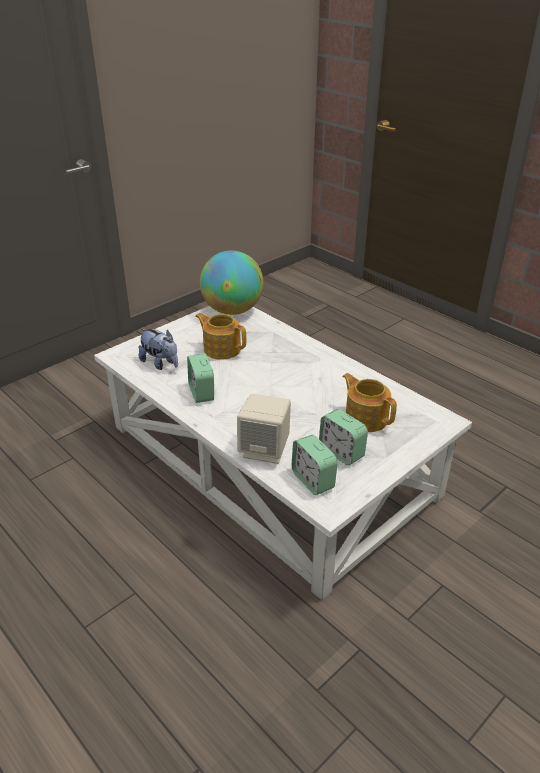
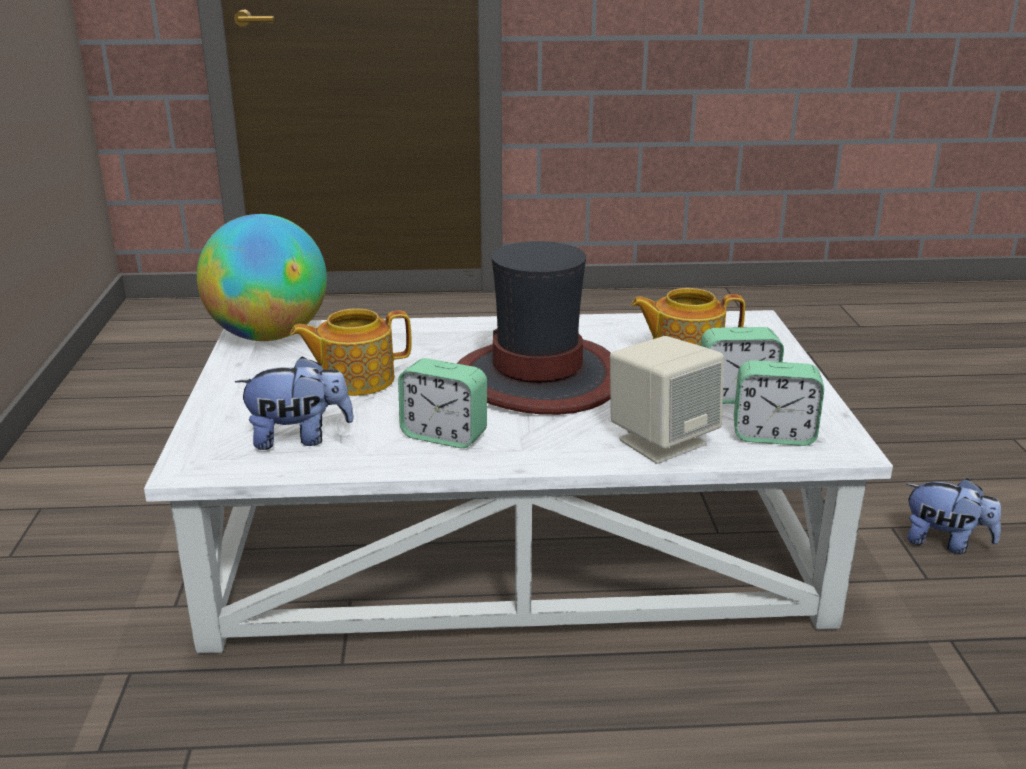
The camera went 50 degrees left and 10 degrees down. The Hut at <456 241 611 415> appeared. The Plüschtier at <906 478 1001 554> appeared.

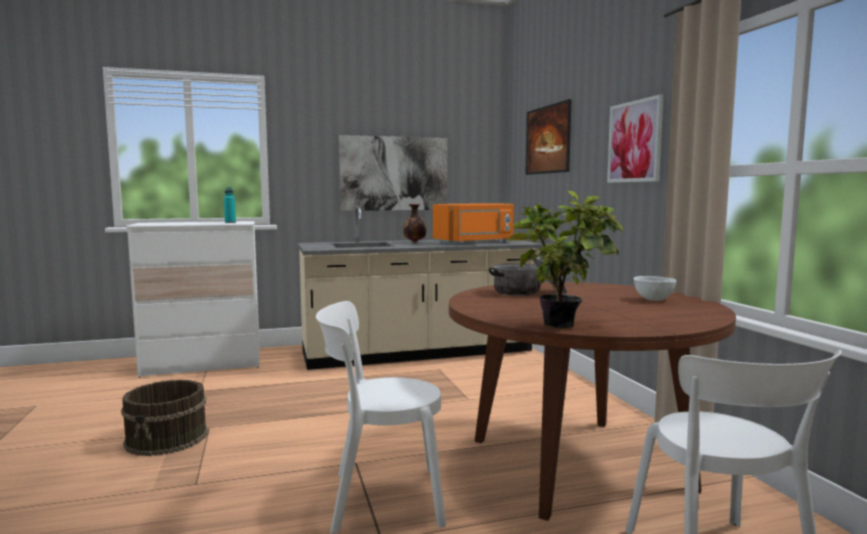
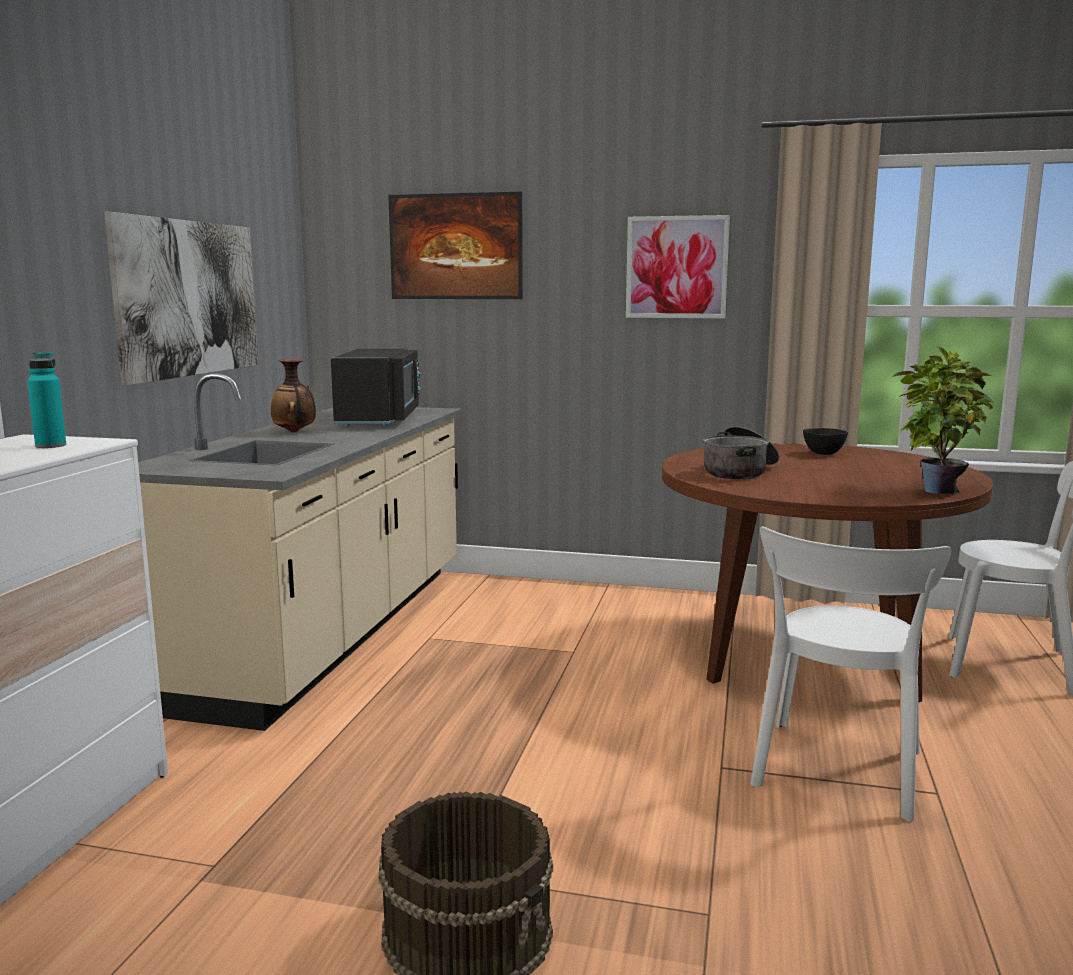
The camera went 60 degrees left and 5 degrees up. The Mikrowelle (orange) at <433 203 514 245> became the Mikrowelle (schwarz) at <331 349 421 426>. The Schüssel (weiß) at <634 276 676 301> became the Schüssel (schwarz) at <803 428 848 455>.

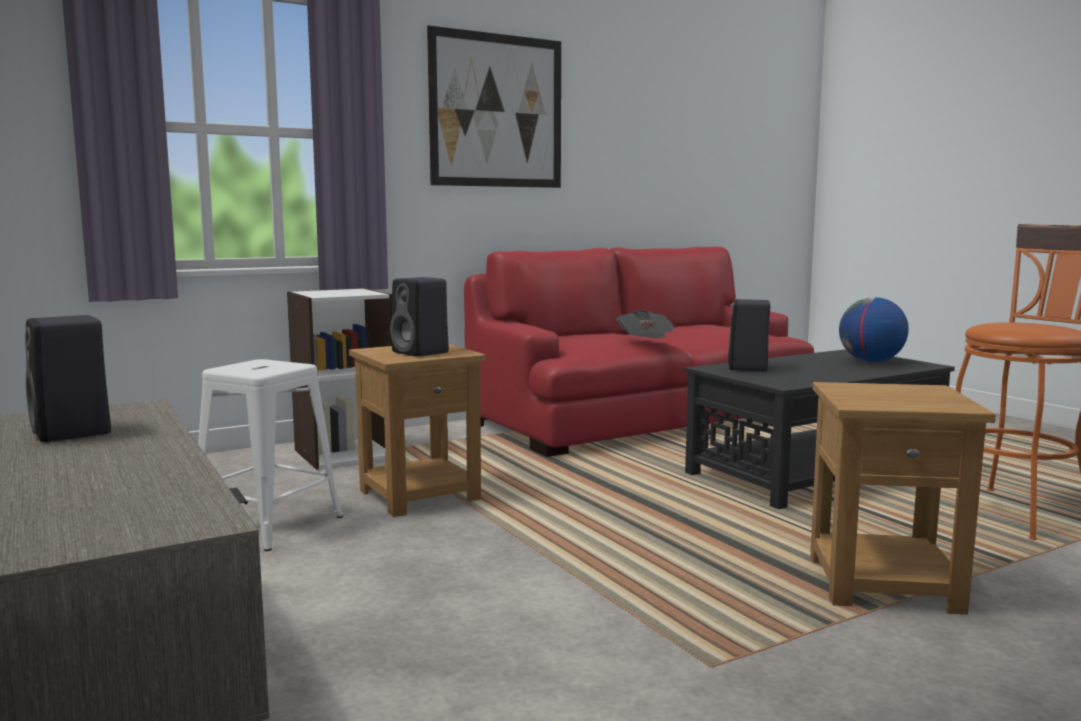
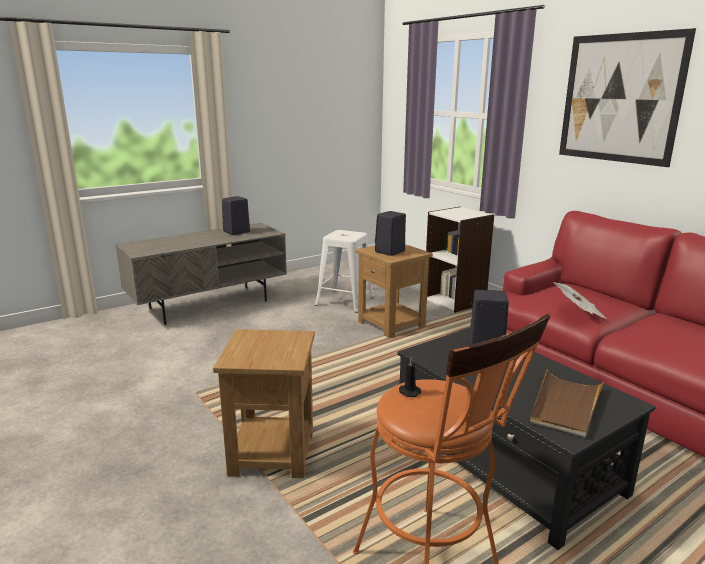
The camera went 85 degrees right and 10 degrees up. The Globus at <839 297 909 362> was replaced by the Tablett (braun) at <530 369 604 438>. The Kerze (schwarz) at <399 357 421 397> appeared.

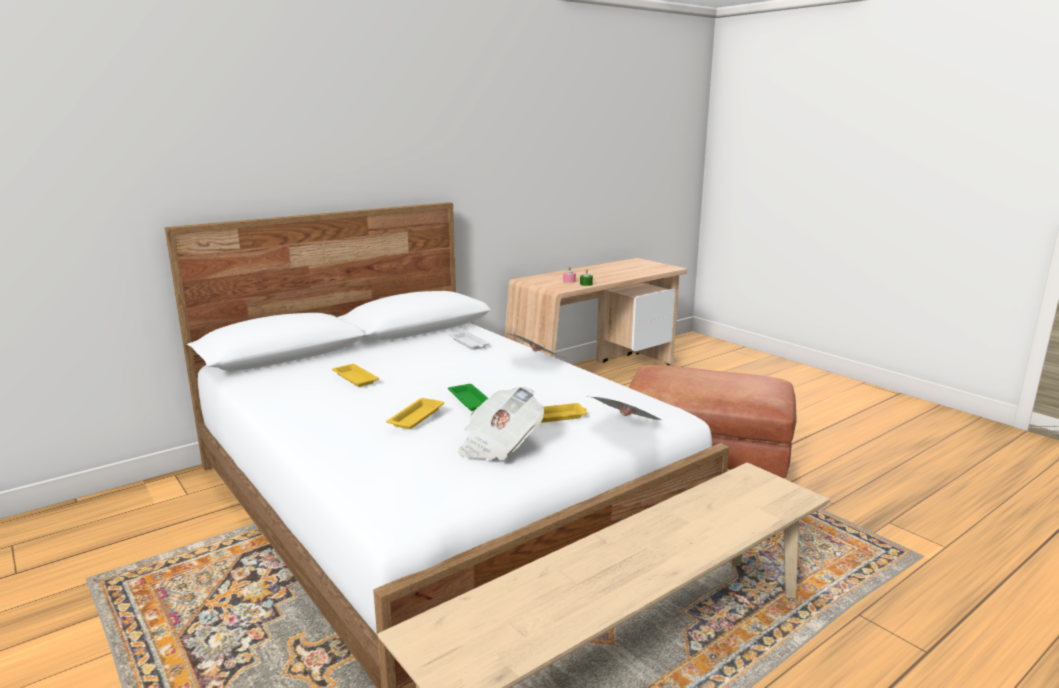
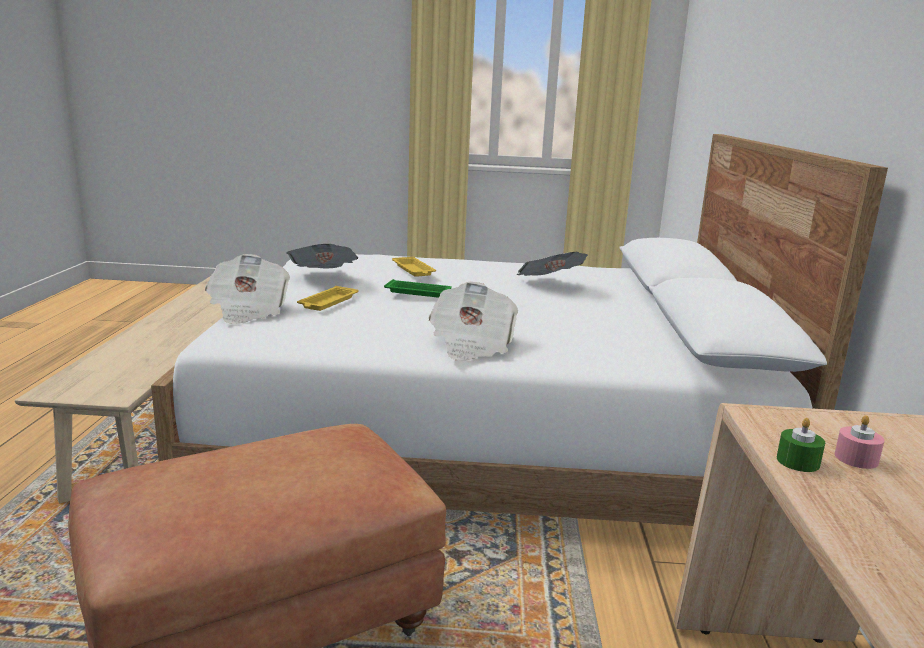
The camera went 130 degrees right and 0 degrees up. The Tablett (gelb) at <332 364 379 387> was replaced by the Zeitung at <517 252 588 276>. The Tablett (weiß) at <449 331 490 350> disappeared.

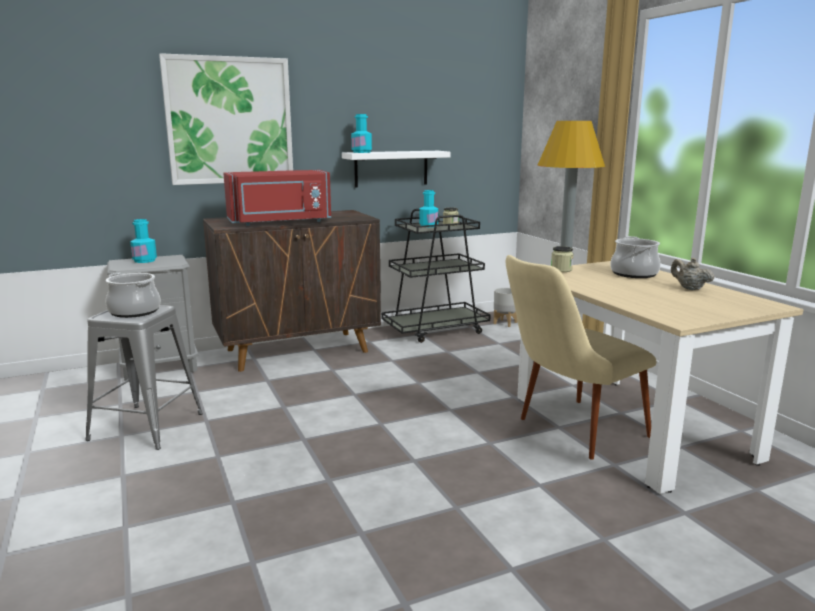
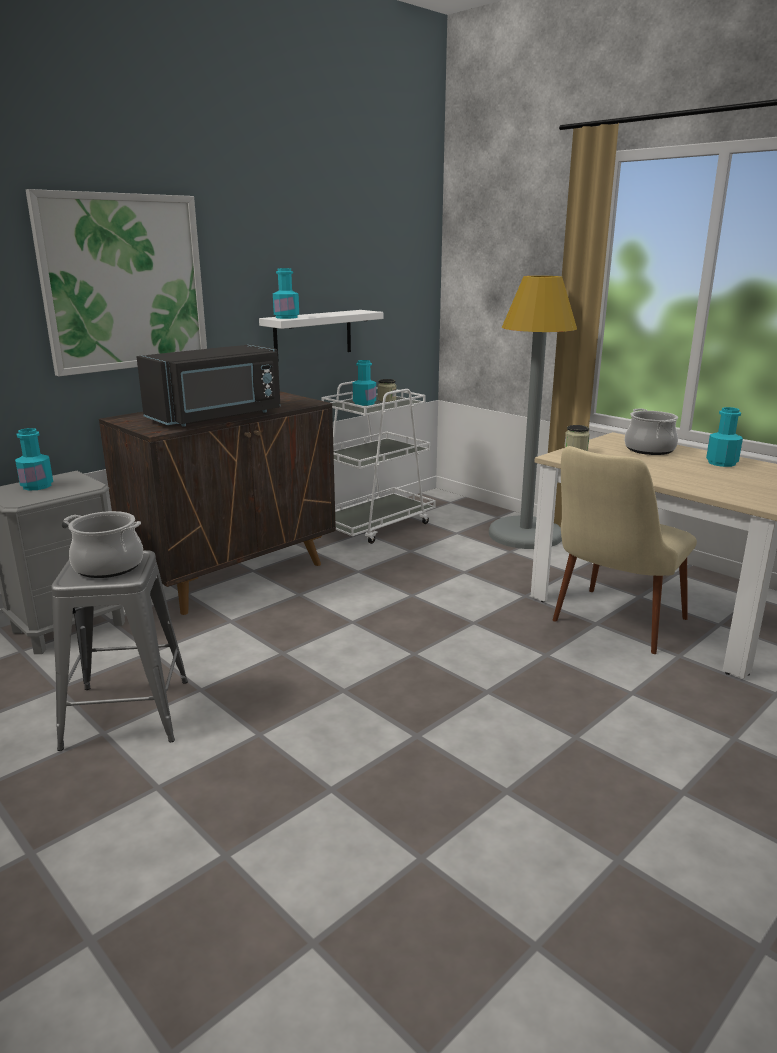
The camera went 20 degrees left and 5 degrees up. The Mikrowelle (rot) at <223 170 331 226> became the Mikrowelle (schwarz) at <137 344 281 427>. The Rollwagen (schwarz) at <381 209 491 343> became the Rollwagen (weiß) at <321 381 436 544>. The Pflanzkübel (grau) at <493 288 517 327> disappeared. The Teekanne (beige) at <671 258 714 290> was replaced by the Flasche (türkis) at <706 407 743 467>.

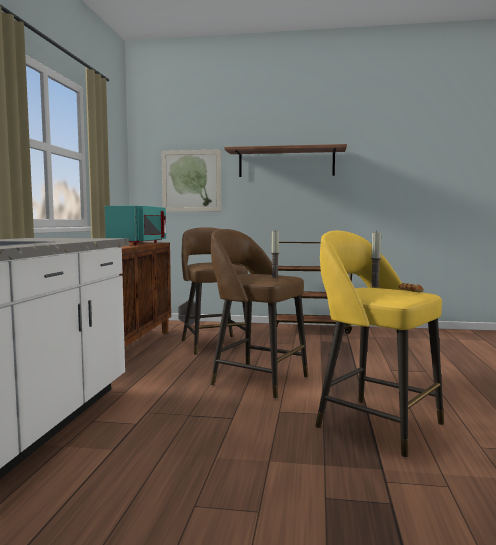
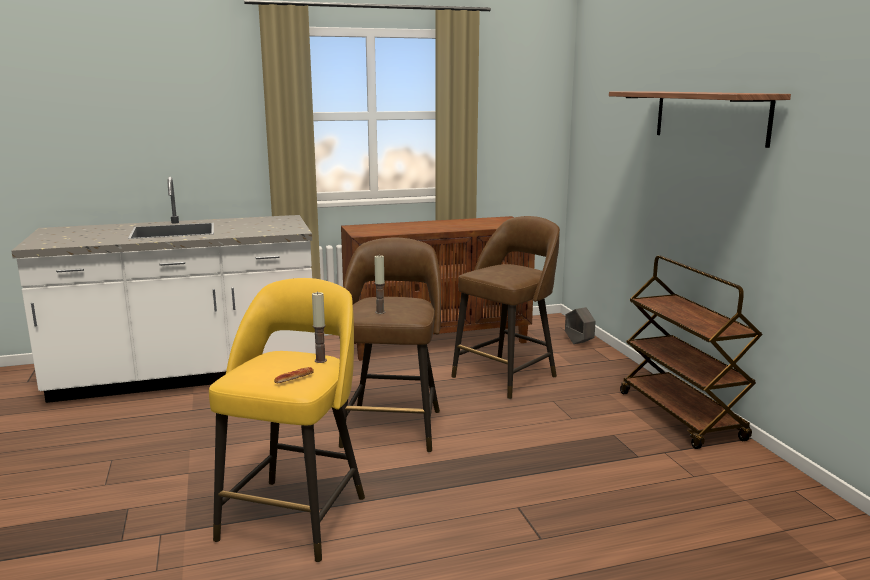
The camera went 65 degrees right and 10 degrees up. The Mikrowelle (türkis) at <105 206 166 245> disappeared. The Bild at <162 149 221 212> disappeared.

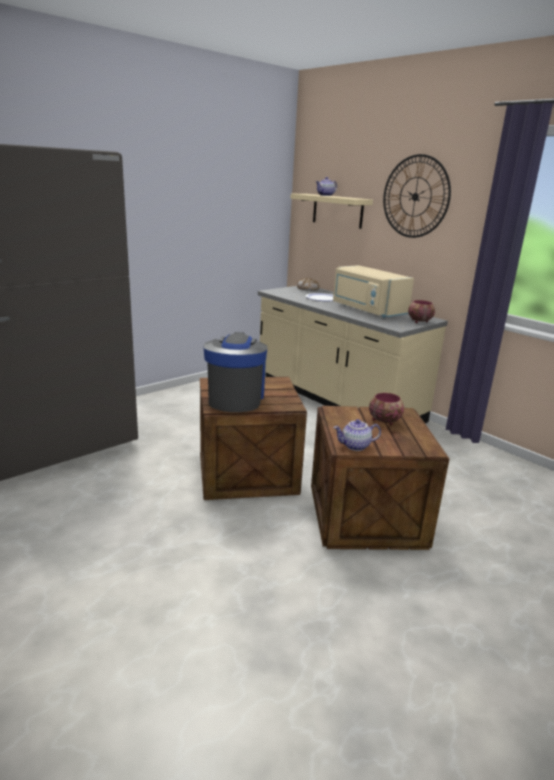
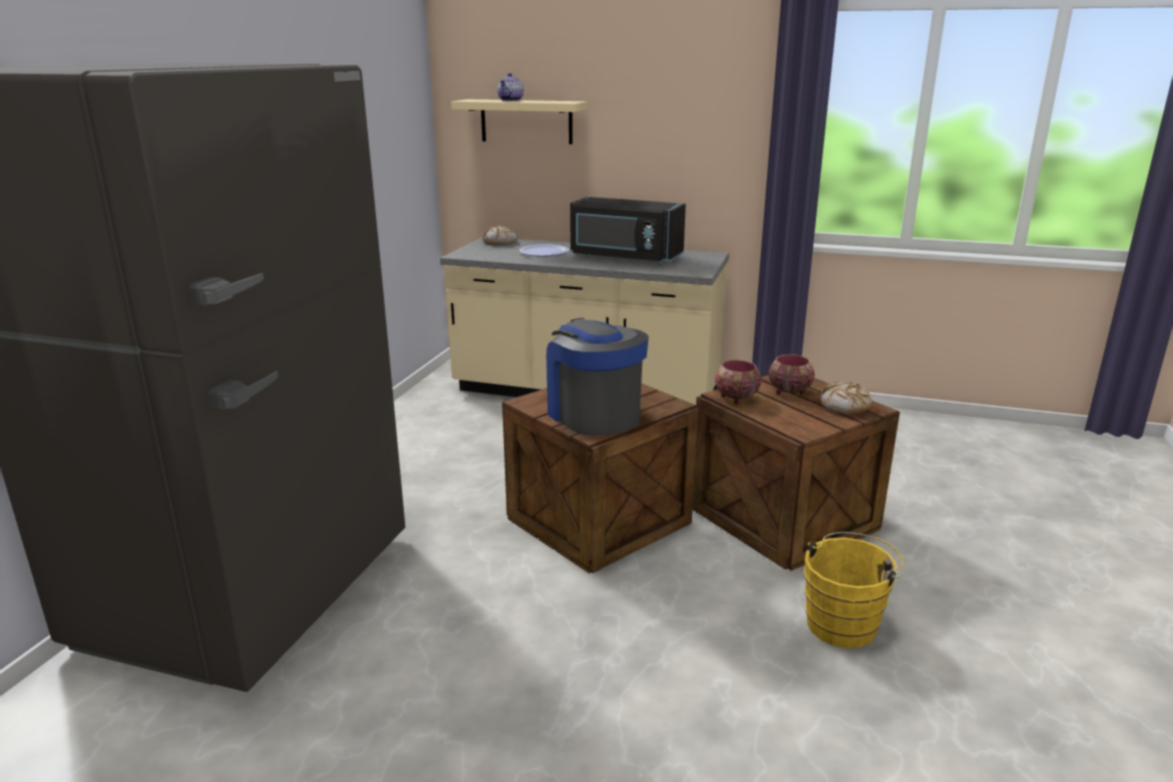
The camera went 30 degrees left and 0 degrees up. The Mikrowelle (beige) at <333 265 414 318> became the Mikrowelle (schwarz) at <570 197 686 264>. The Teekanne at <333 419 381 451> disappeared. The Wanduhr at <383 154 451 238> disappeared. The Schüssel moved from <408 300 435 323> to <715 360 761 404>. The Eimer (gelb) at <804 532 903 648> appeared. The Brot at <821 381 872 414> appeared.

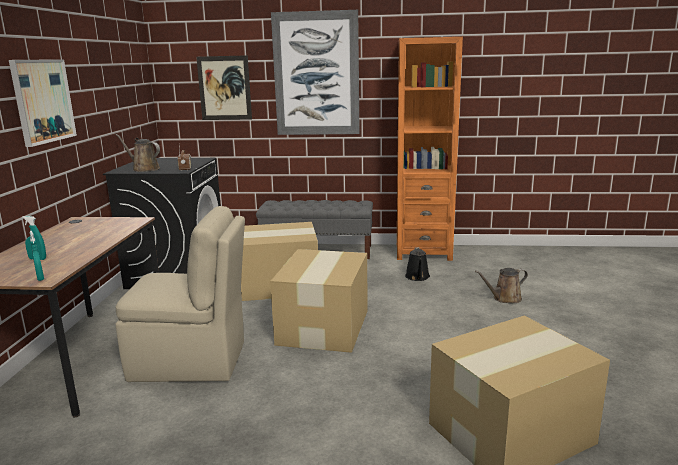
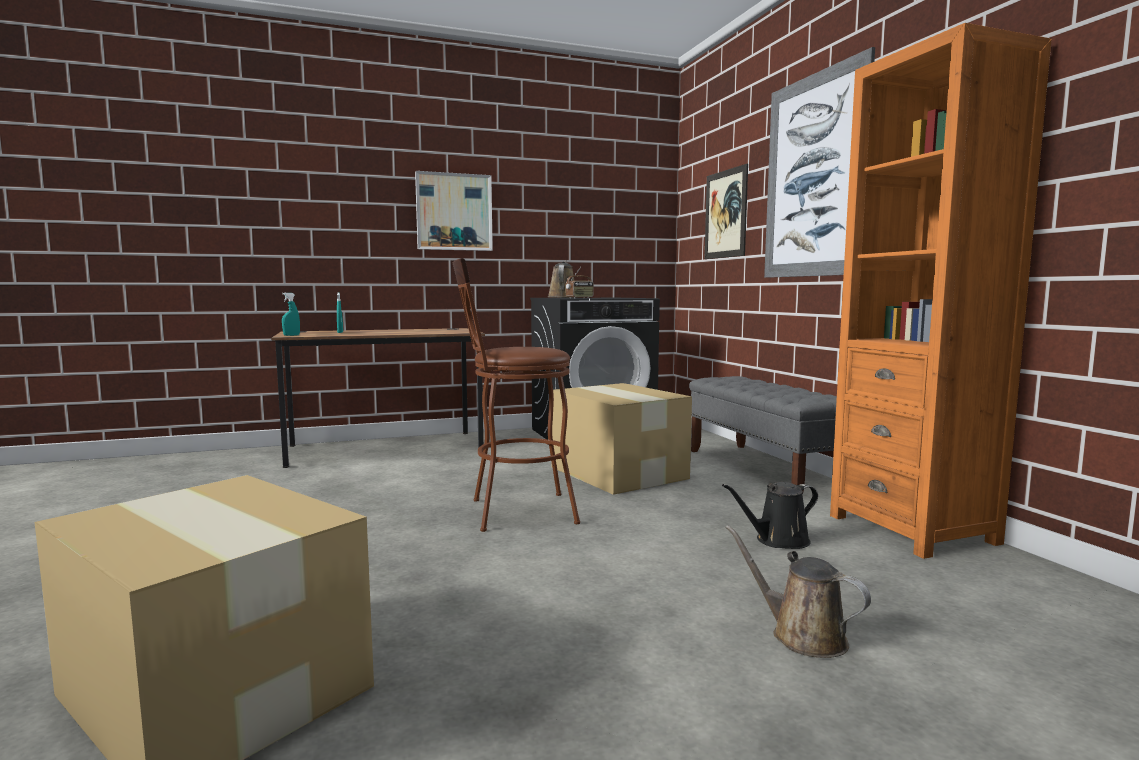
The camera went 65 degrees right and 10 degrees down. The Stuhl (beige) at <116 206 245 382> disappeared. The Karton at <270 249 368 353> was replaced by the Hocker (braun) at <452 258 580 532>.

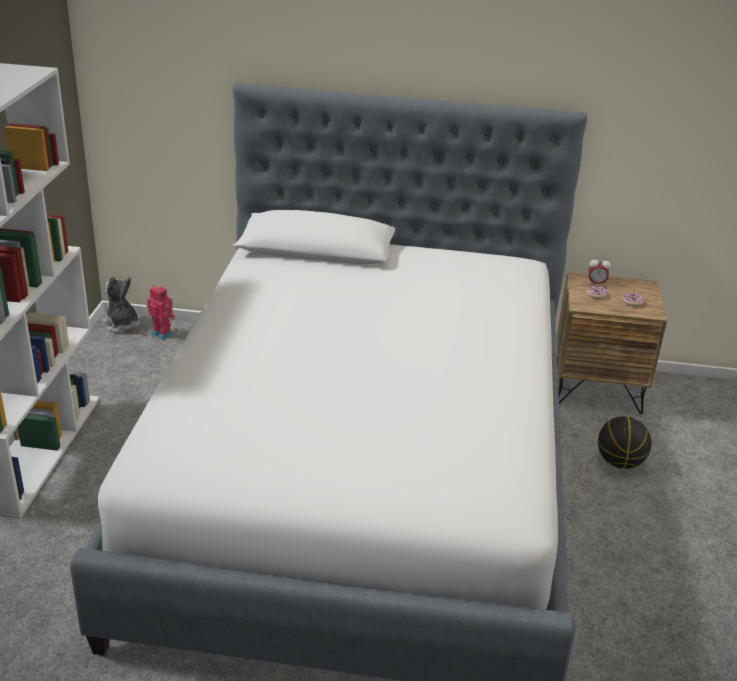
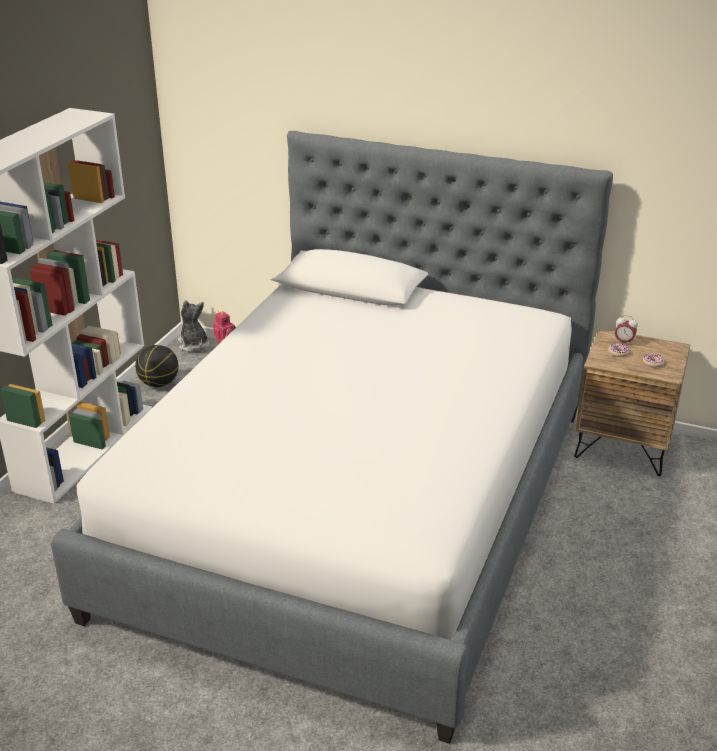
The camera went 15 degrees right and 0 degrees up. The Basketball moved from <598 416 652 469> to <135 345 179 387>.

